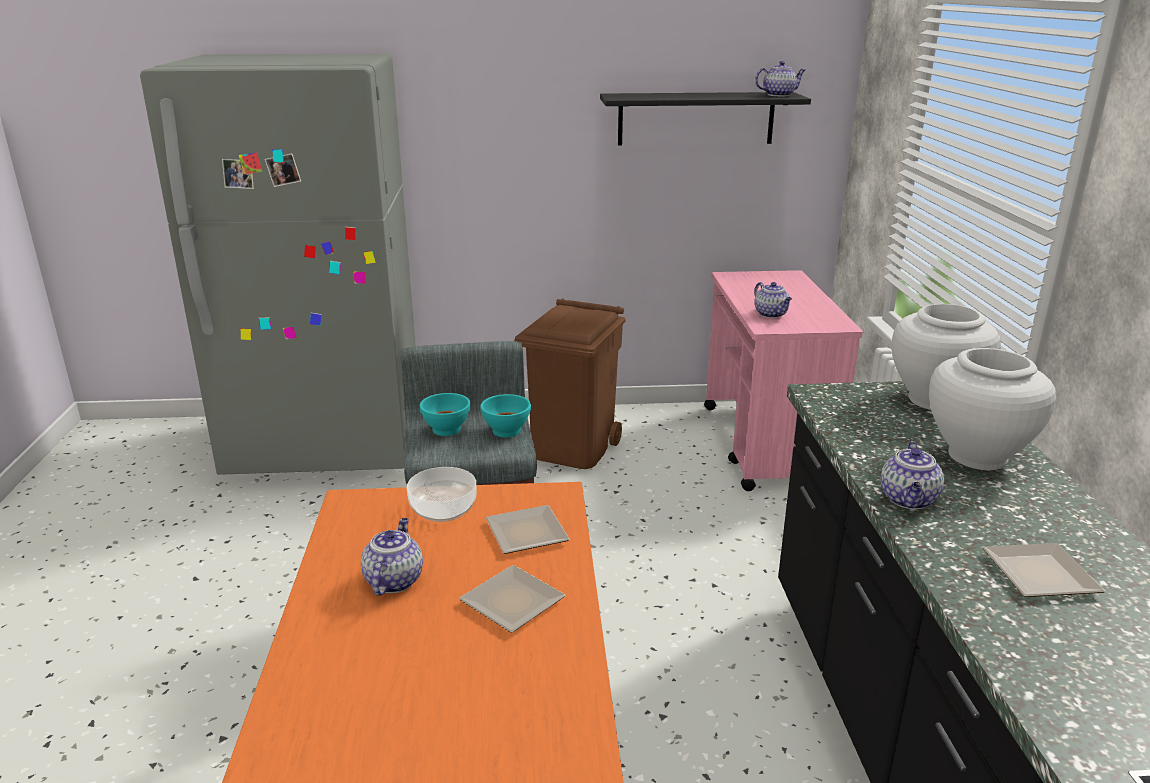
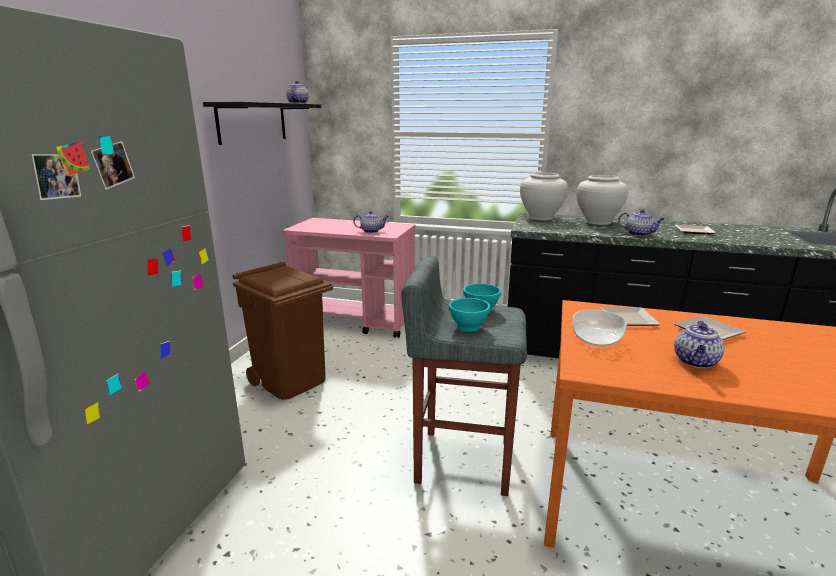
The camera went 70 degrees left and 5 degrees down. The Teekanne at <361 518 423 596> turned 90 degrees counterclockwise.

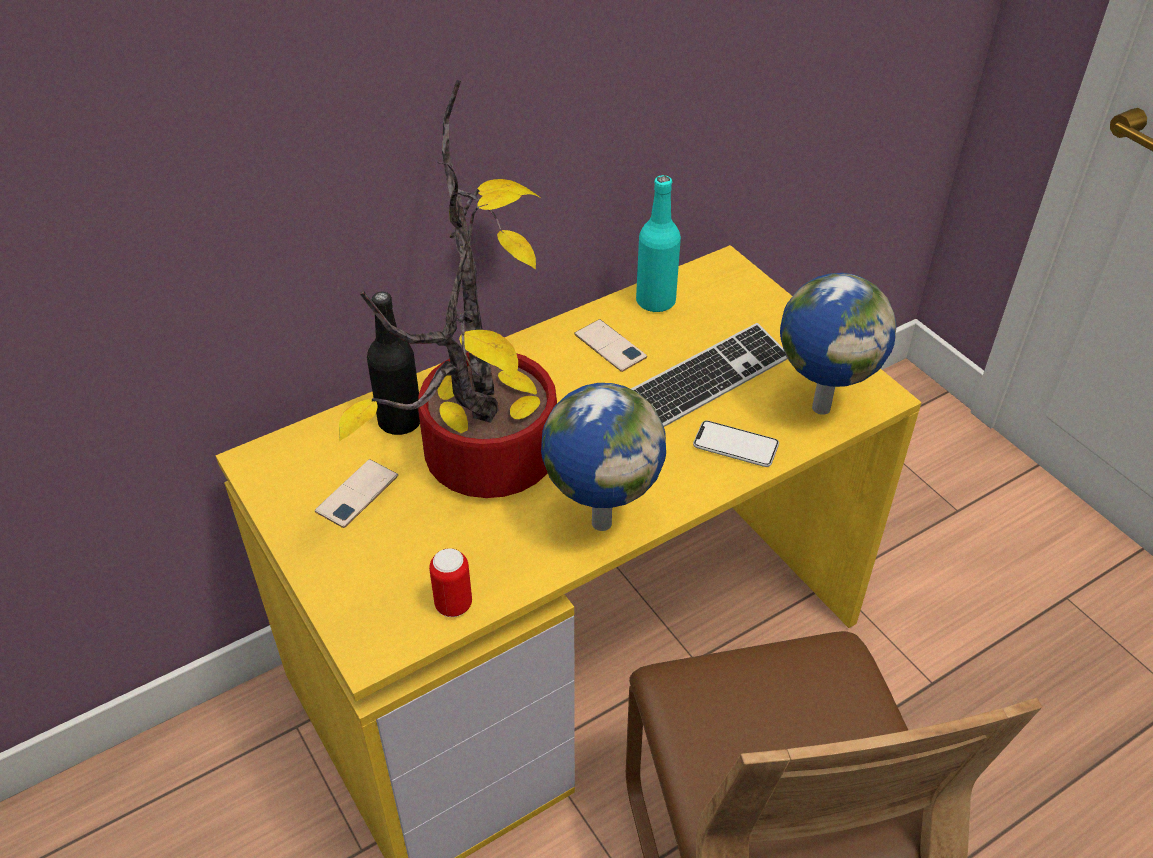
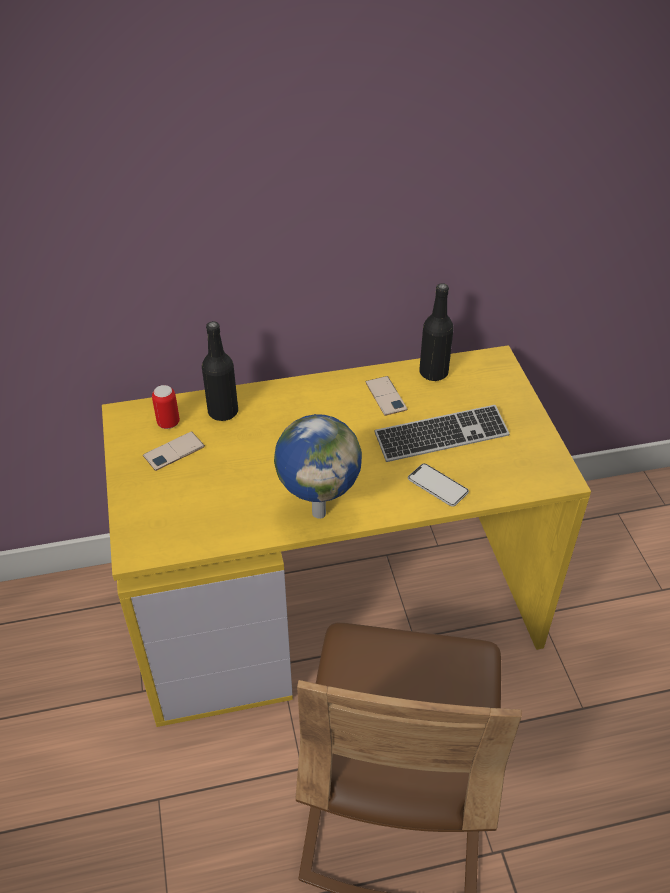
The camera went 20 degrees right and 0 degrees up. The Topfpflanze at <339 80 557 498> disappeared. The Dose moved from <429 548 472 617> to <152 385 180 429>. The Flasche (türkis) at <636 175 681 313> became the Flasche (schwarz) at <419 283 454 381>. The Globus at <780 273 896 415> disappeared.

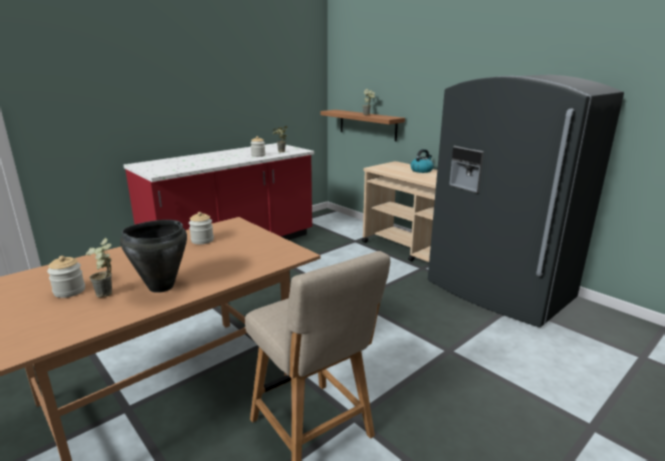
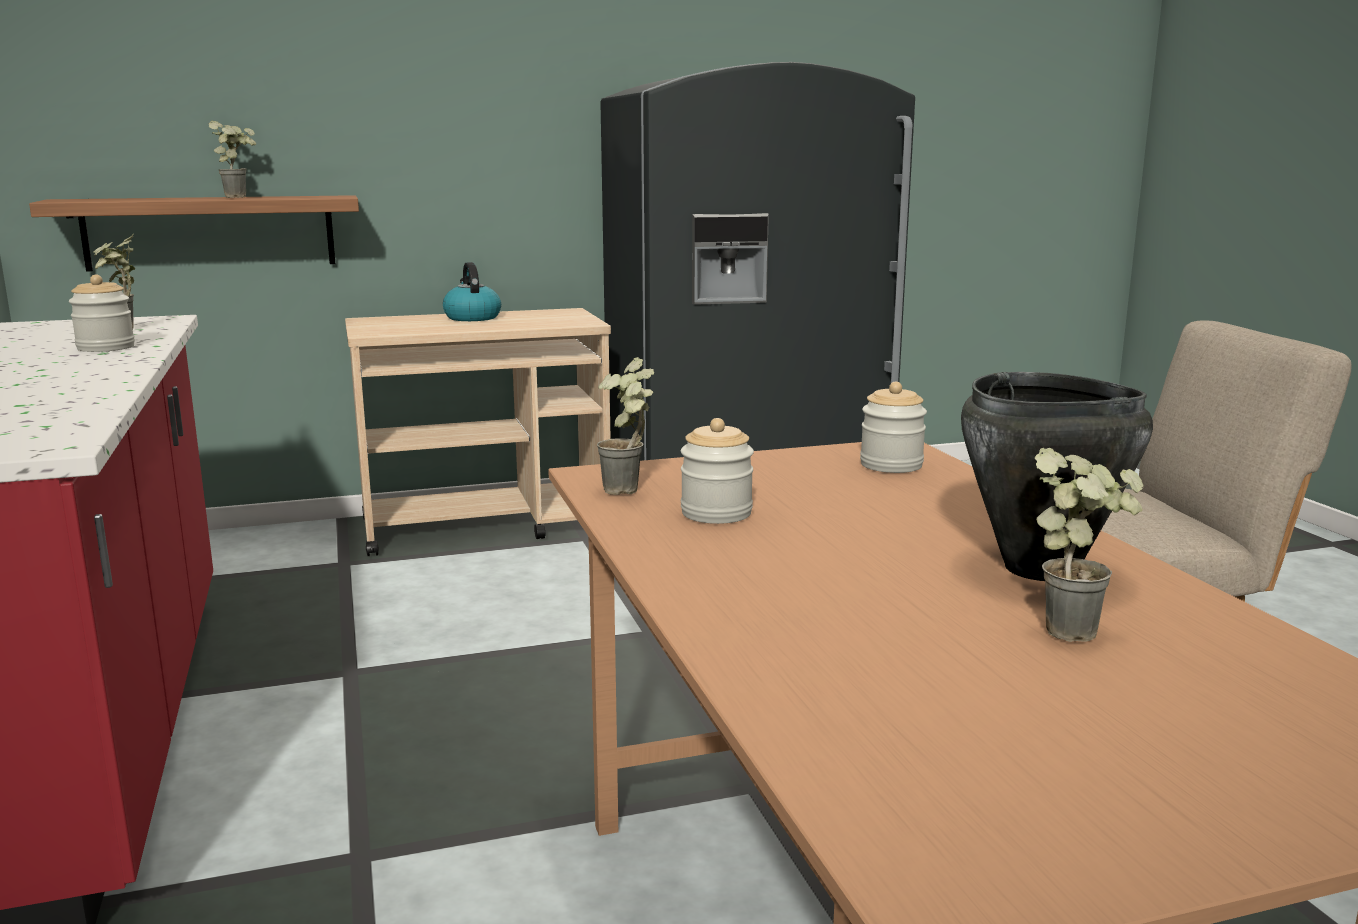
The camera went 65 degrees left and 5 degrees down. The Vorratsglas moved from <47 256 85 298> to <860 382 927 473>. The Topfpflanze at <597 357 654 495> appeared.

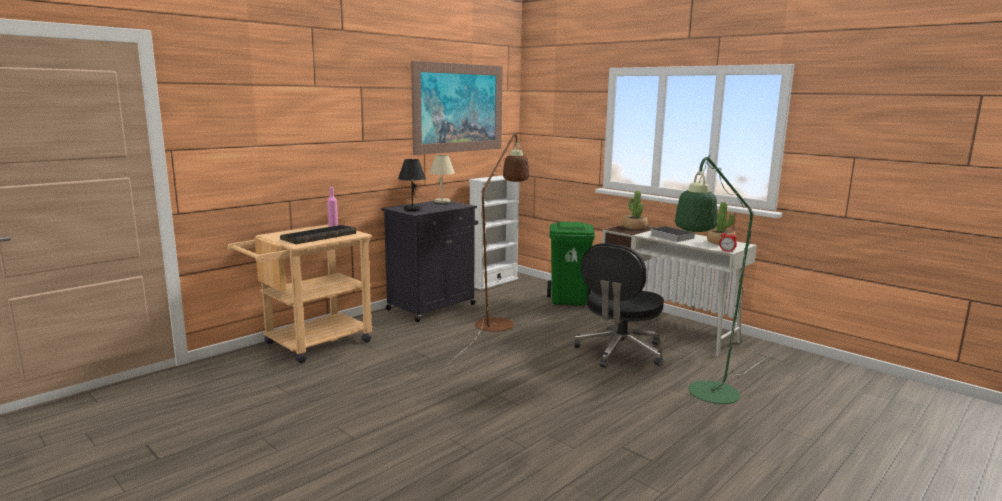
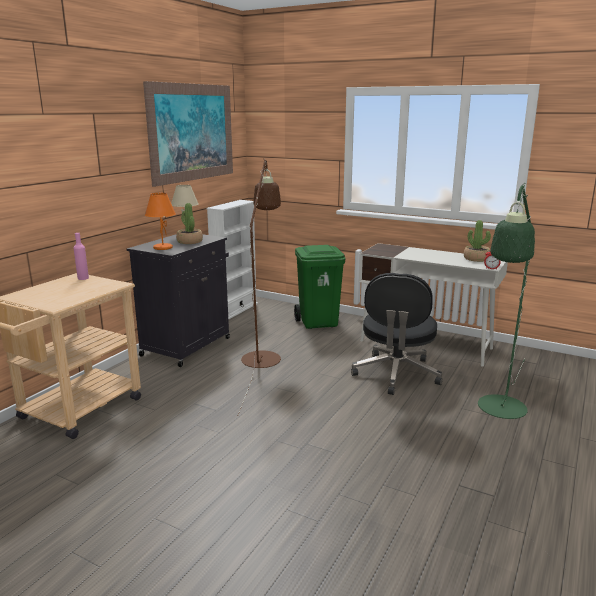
The camera went 15 degrees left and 5 degrees up. The Tastatur at <280 225 356 244> disappeared. The Tischlampe (schwarz) at <398 159 426 211> became the Tischlampe (orange) at <145 193 176 250>. The Topfpflanze moved from <622 191 648 229> to <176 203 203 244>. The Buch at <650 226 695 242> disappeared.

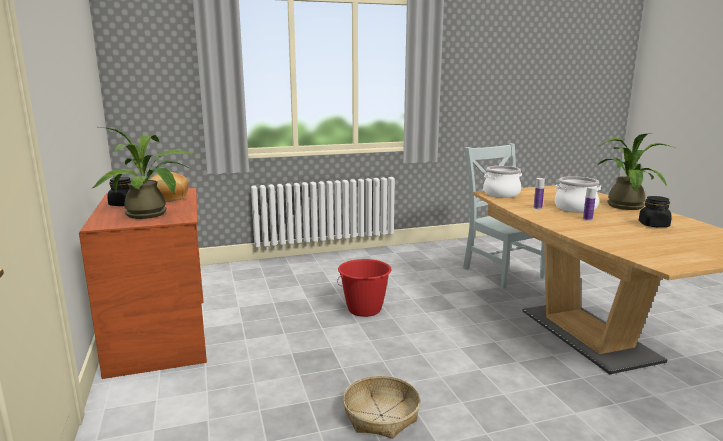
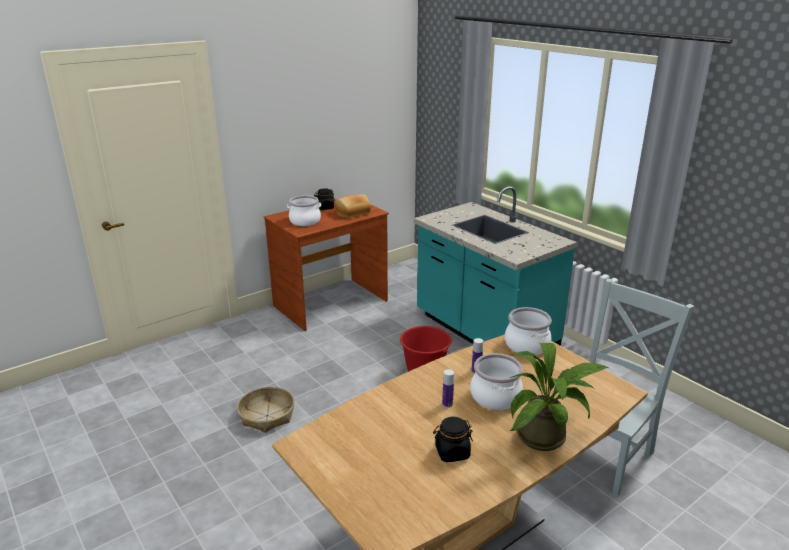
The camera went 70 degrees right and 10 degrees up. The Topfpflanze at <92 127 195 219> was replaced by the Kochtopf at <287 195 321 226>. The Küchenzeile (türkis) at <414 186 577 346> appeared.

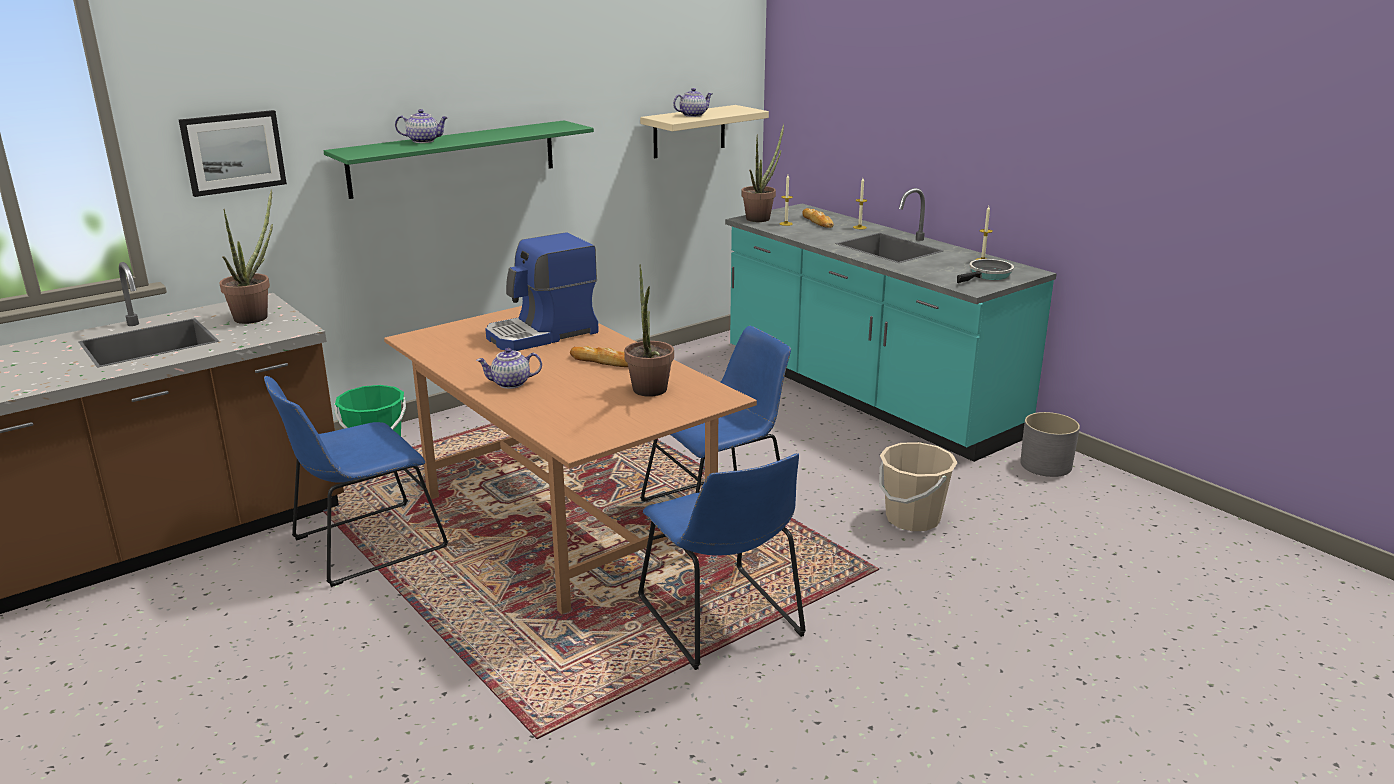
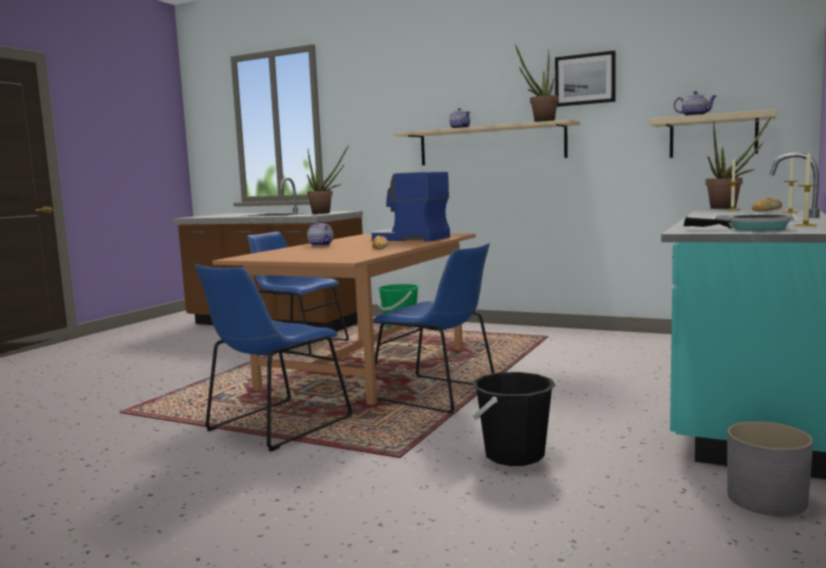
The camera went 65 degrees right and 15 degrees down. The Bild moved from <179 110 287 197> to <555 51 616 107>. The Wandregal (grün) at <324 120 594 199> became the Wandregal (beige) at <394 119 580 165>. The Topfpflanze moved from <624 264 674 397> to <515 44 559 122>. The Eimer (beige) at <879 442 958 531> became the Eimer (schwarz) at <472 372 556 466>.

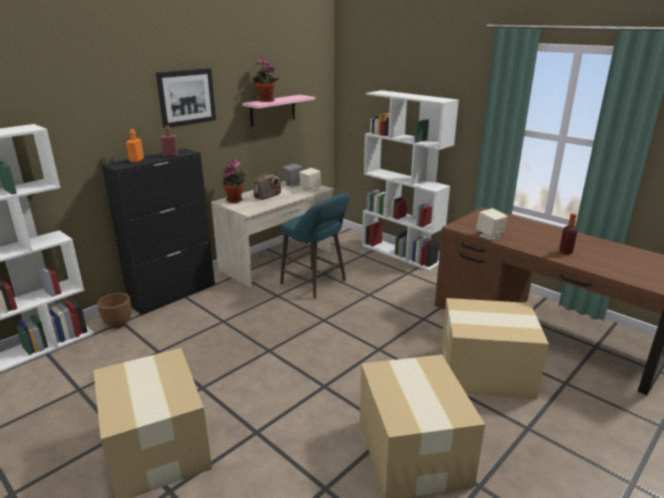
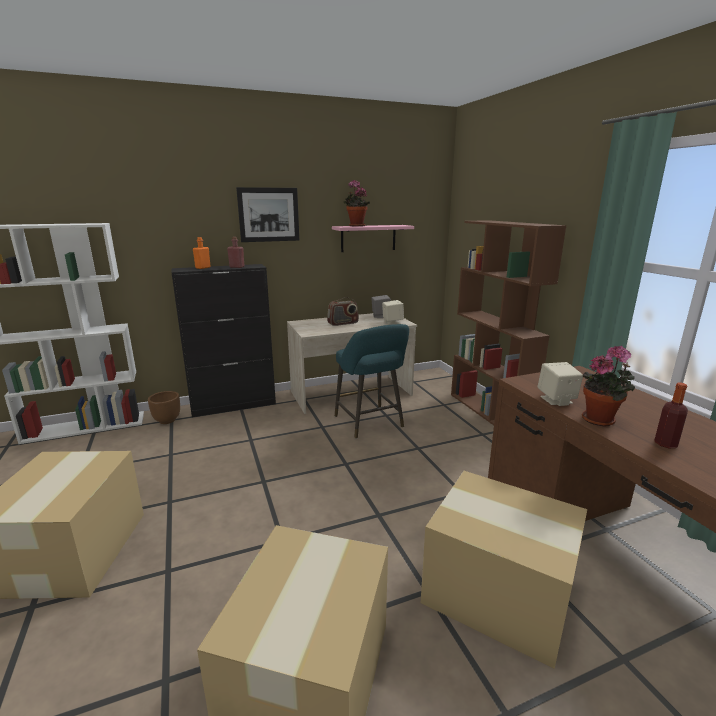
The camera went 25 degrees right and 5 degrees down. The Topfpflanze moved from <223 159 246 203> to <582 346 635 426>. The Bücherregal (weiß) at <362 90 459 271> became the Bücherregal (braun) at <451 220 566 425>.

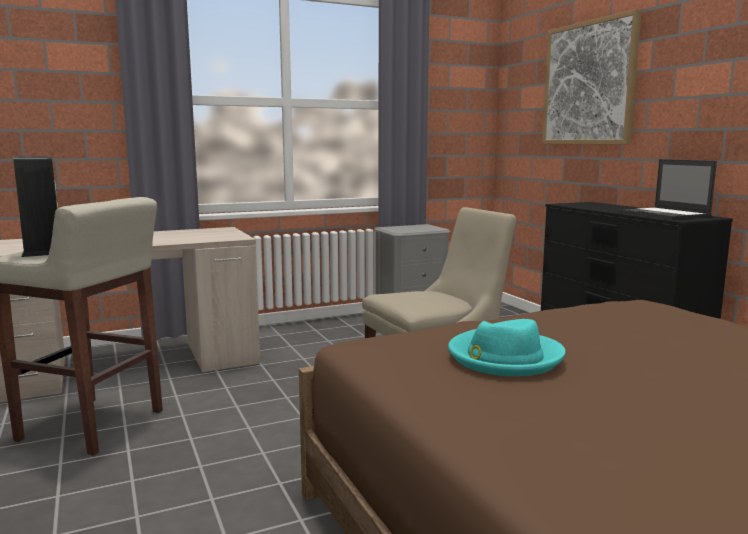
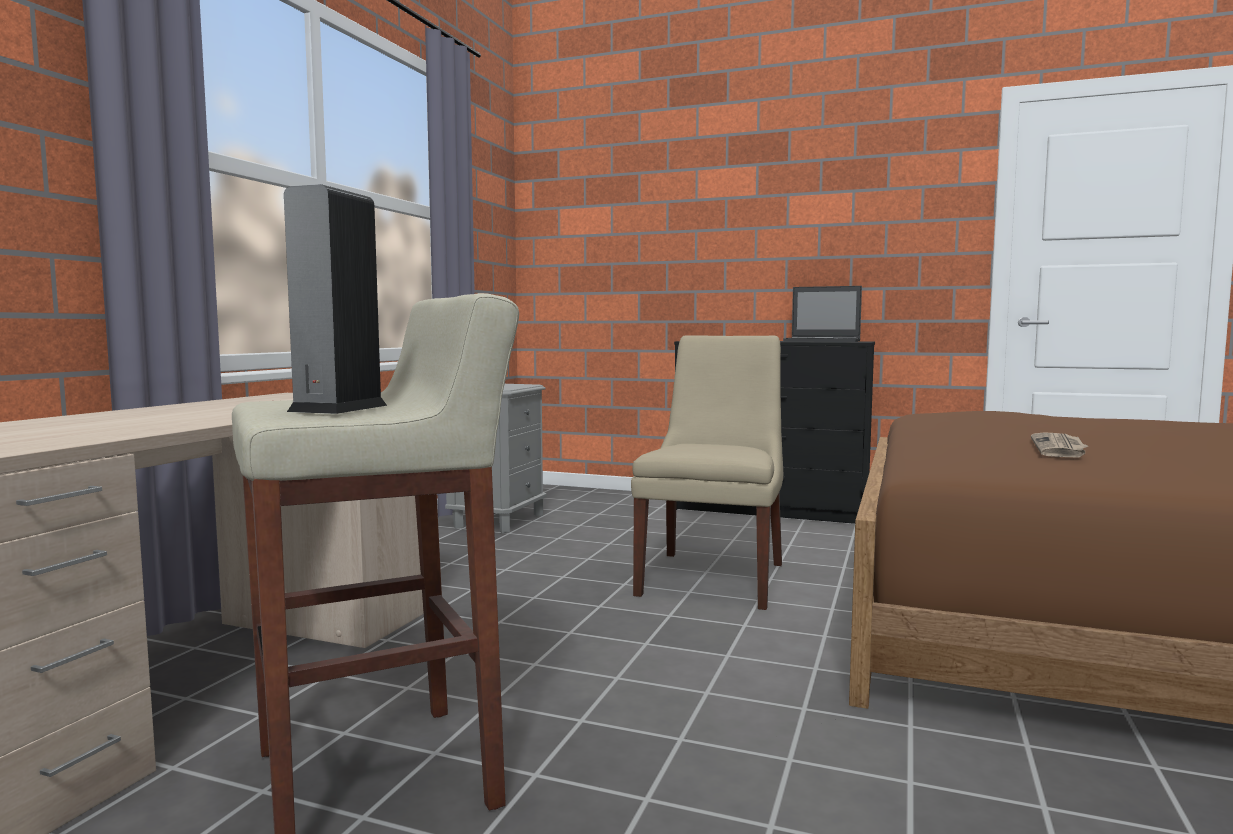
The camera went 45 degrees left and 5 degrees down. The Hut (türkis) at <448 319 565 376> was replaced by the Zeitung at <1031 432 1088 458>. The Bild at <542 9 642 144> disappeared.

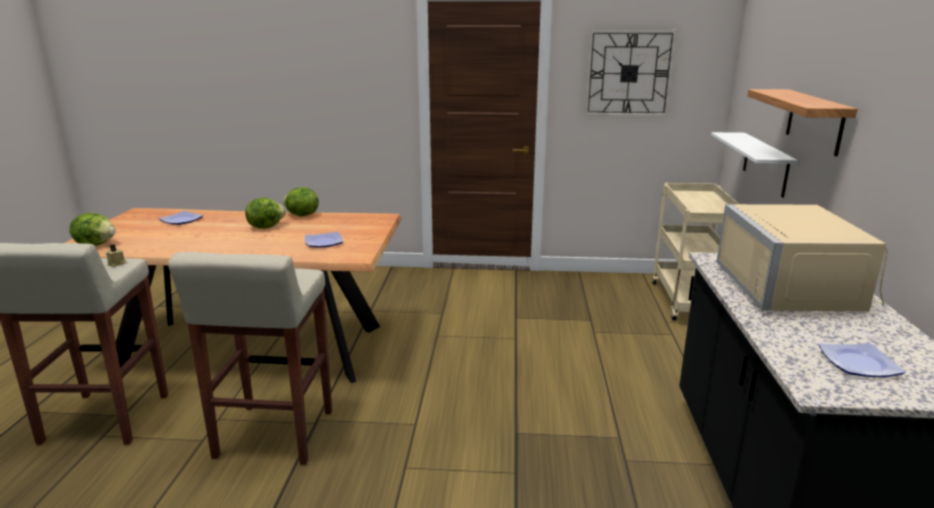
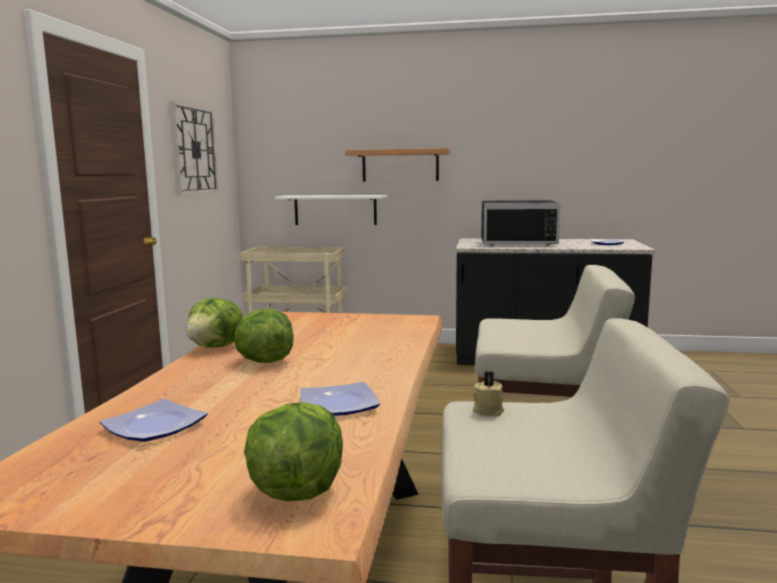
The camera went 85 degrees left and 10 degrees down. The Teller moved from <305 232 343 248> to <300 382 380 416>. The Mikrowelle (beige) at <717 204 888 312> became the Mikrowelle (schwarz) at <481 200 561 246>.

